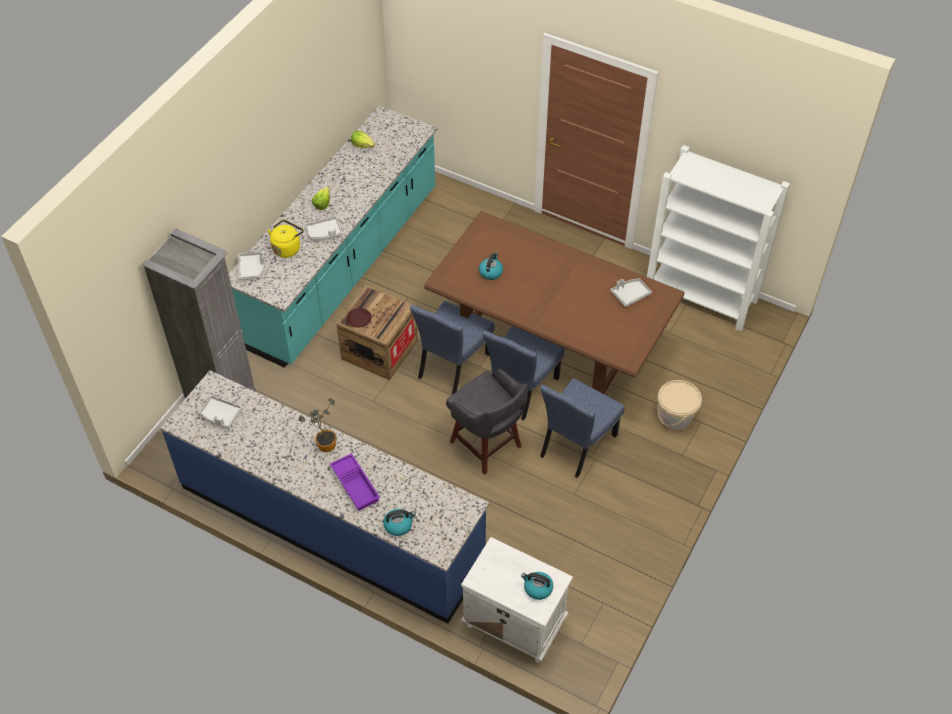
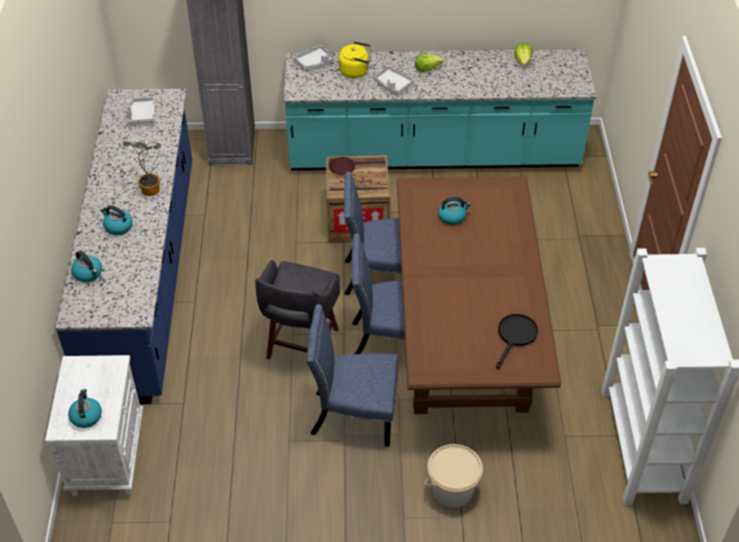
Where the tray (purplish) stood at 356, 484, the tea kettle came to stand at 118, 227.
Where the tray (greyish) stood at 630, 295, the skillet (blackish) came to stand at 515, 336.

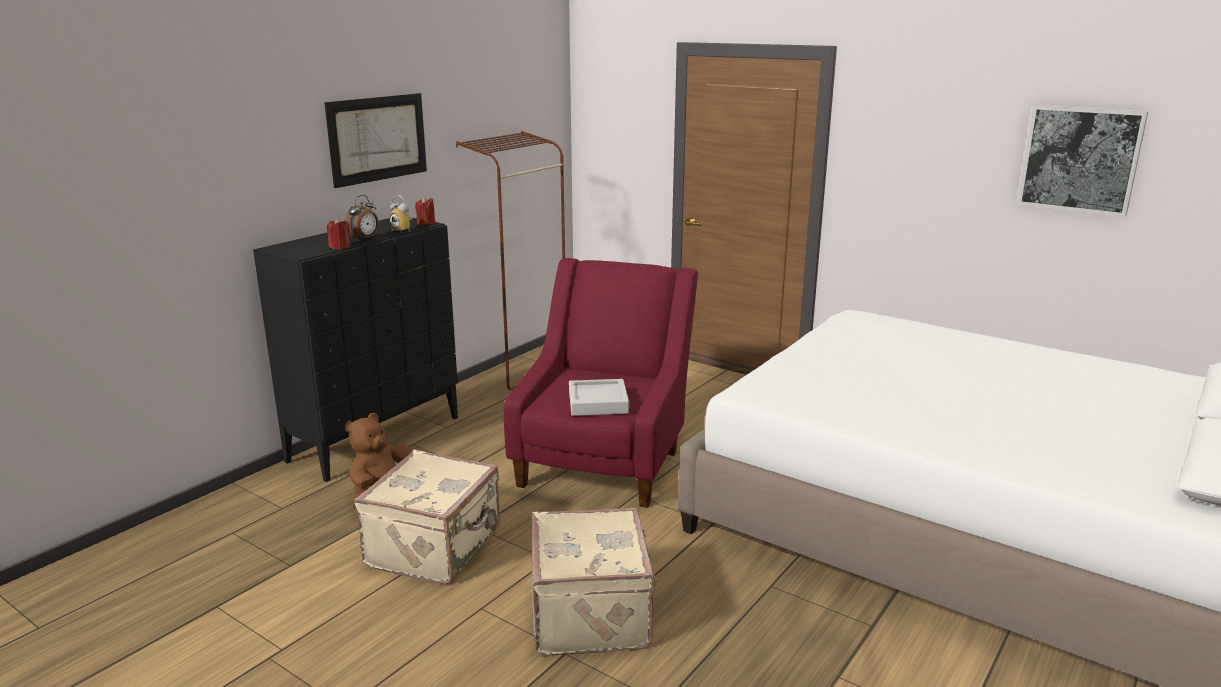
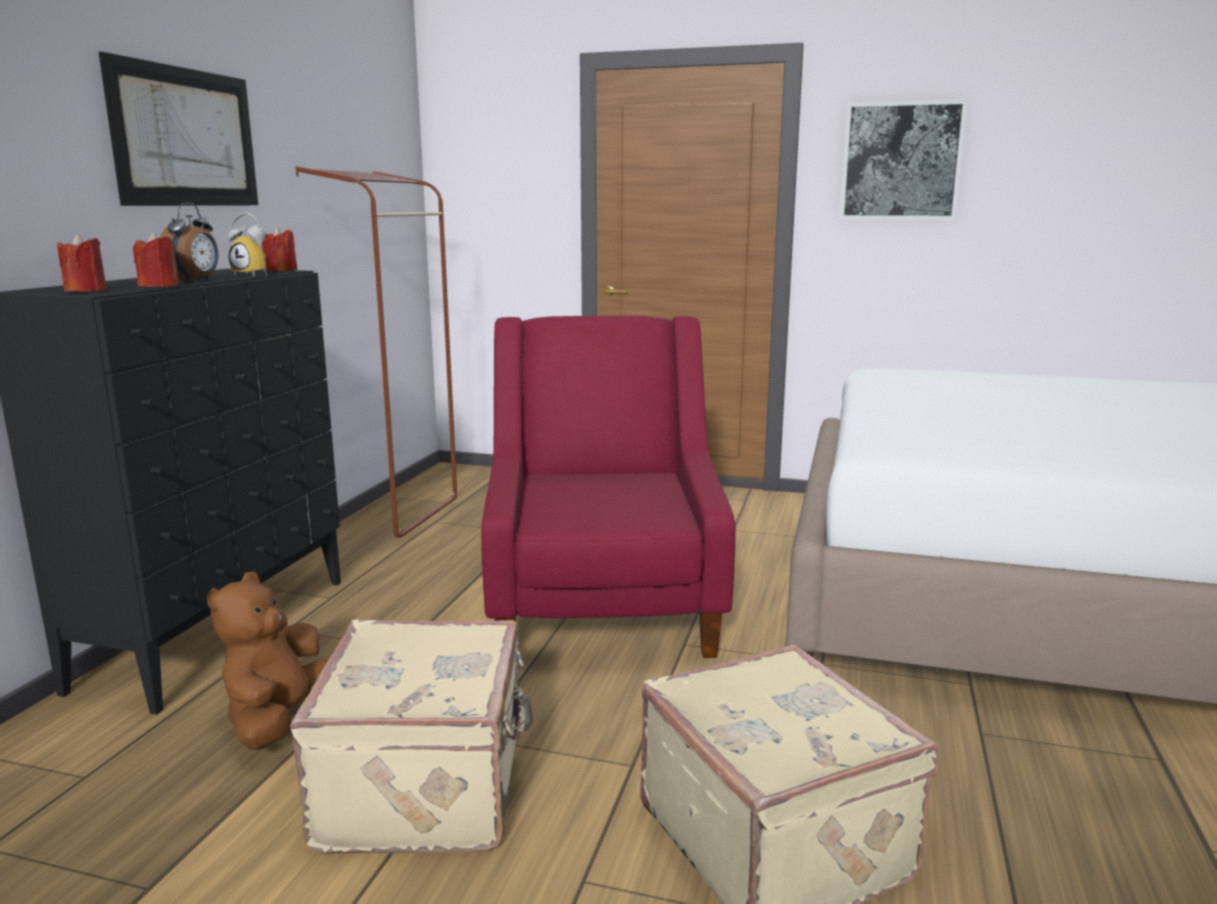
The second view lost the tray (greyish) at 598, 403.
The second view gained the wax candle (reddish) at 86, 290.
The wall picture ended up elsewhere, having gone from 1080, 159 to 901, 161.

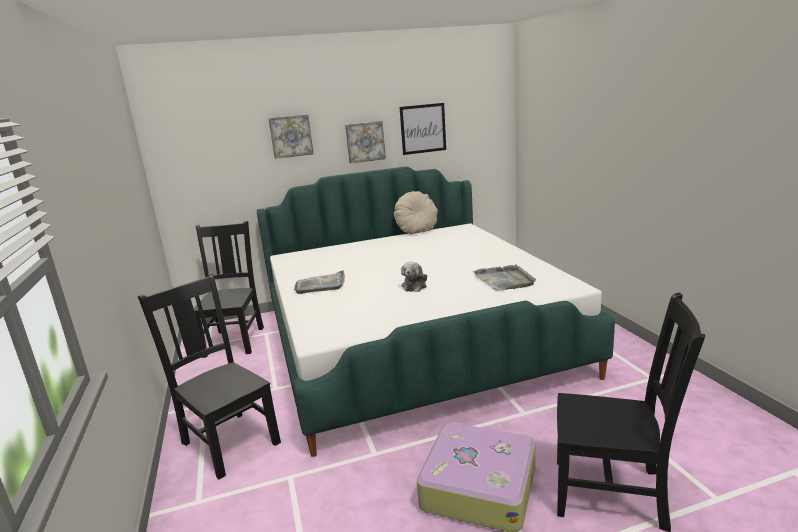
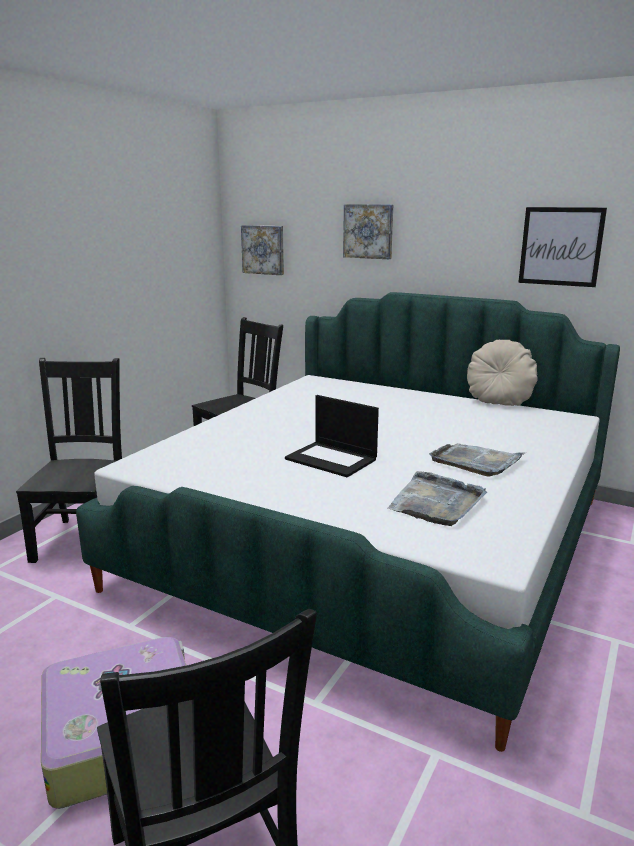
The tray (greyish) ended up elsewhere, having gone from 321, 285 to 476, 461.
The wall picture ended up elsewhere, having gone from 365, 141 to 263, 249.
Where the plush toy stood at 415, 286, the laptop came to stand at 332, 459.

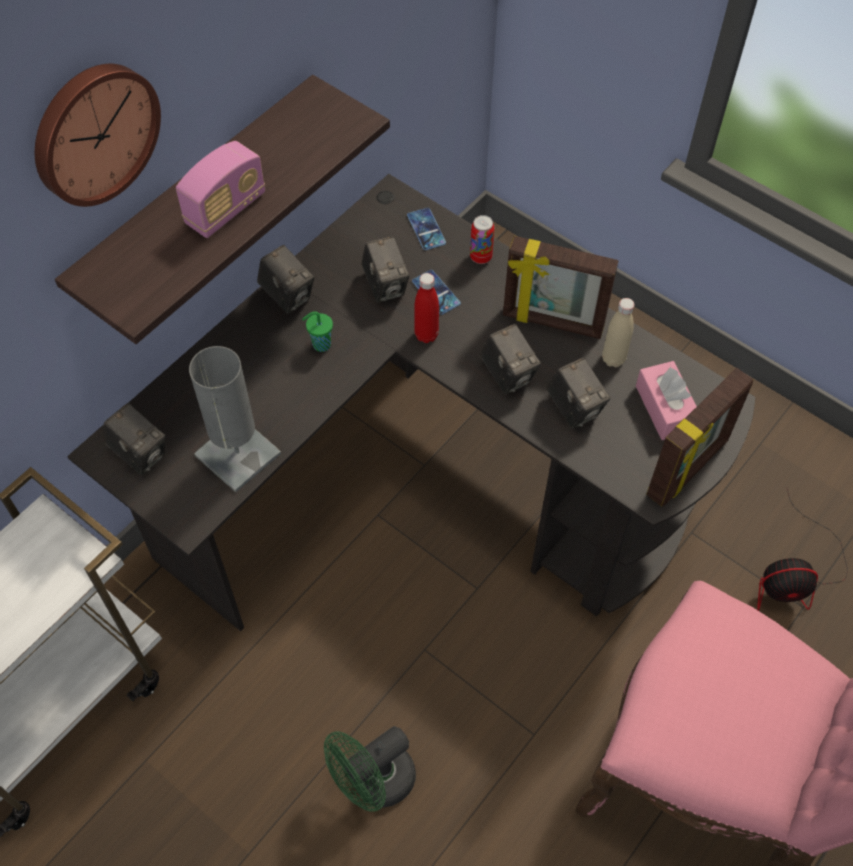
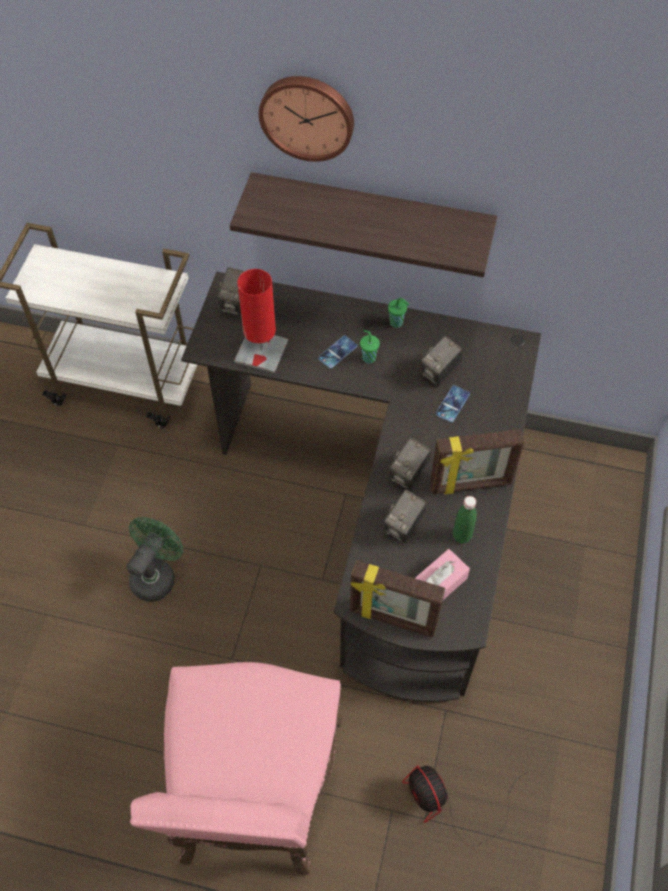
The second view lost the radio set at 226, 210.
The second view lost the beverage bottle (reddish) at 426, 335.
The second view lost the sealed can at 480, 257.
The handset ended up elsewhere, having gone from 426, 229 to 337, 352.
Where the photo camera stood at 287, 295, the small cup (greenish) came to stand at 397, 323.
What was the lamp for a table (greyish) at 238, 454 turned into the lamp for a table (reddish) at 261, 351.
What was the beverage bottle (sand-coloured) at 613, 359 turned into the beverage bottle (greenish) at 462, 536.
The cooling fan (greenish) at 374, 783 ended up facing another way, 90 degrees clockwise from before.
The standing frame at 552, 322 ended up facing another way, 90 degrees counterclockwise from before.

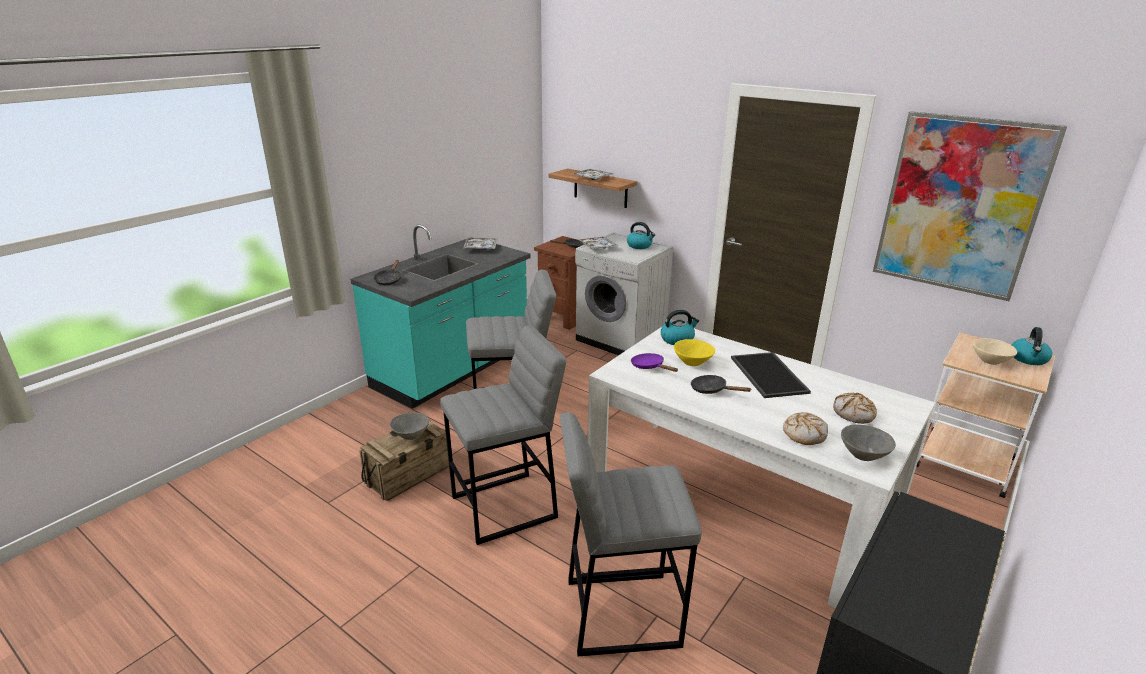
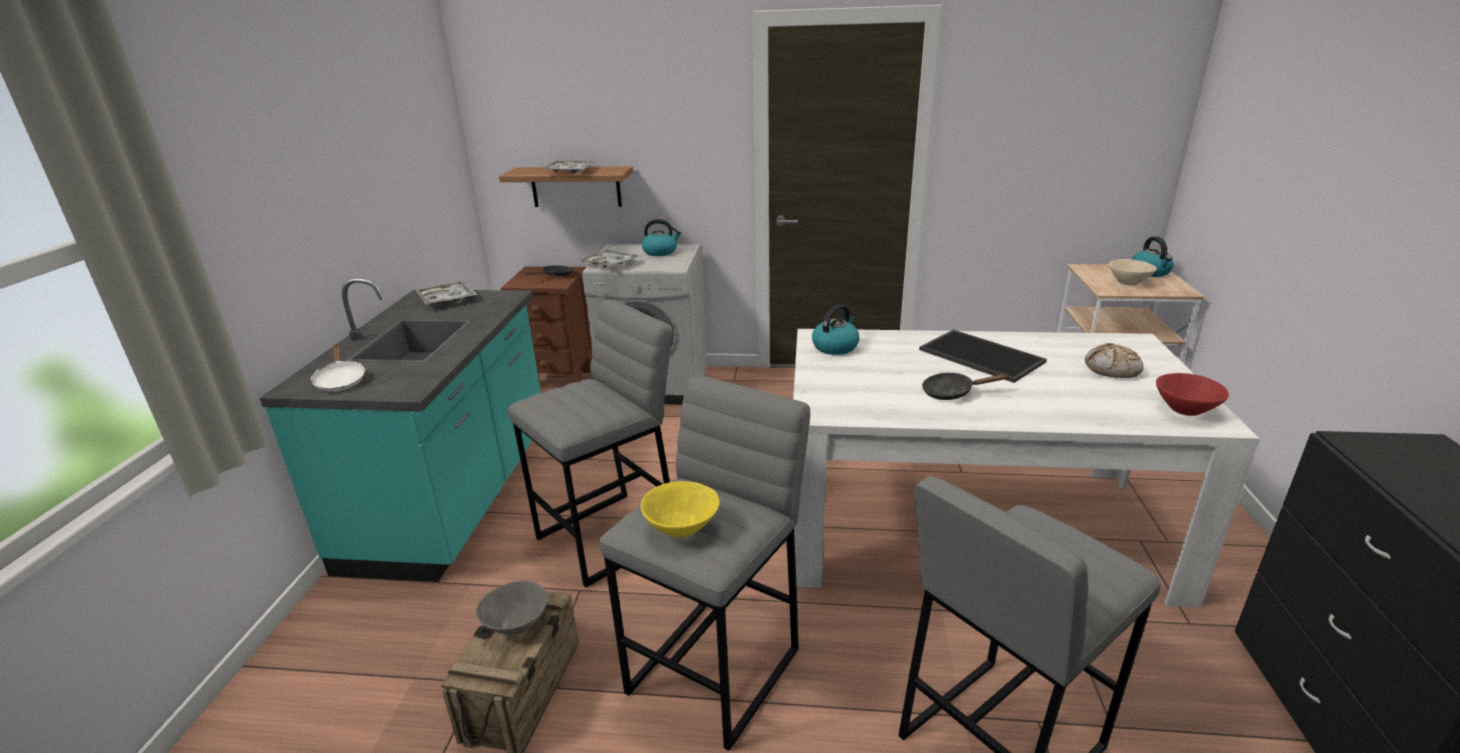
The second view lost the skillet (purplish) at 650, 367.
The second view lost the baked bread at 804, 434.
The second view lost the wall picture at 960, 206.
The serving bowl (yellow-coloured) ended up elsewhere, having gone from 693, 363 to 682, 528.
What was the skillet (blackish) at 389, 280 turned into the skillet (white) at 340, 380.
What was the serving bowl (greyish) at 864, 455 turned into the serving bowl (reddish) at 1186, 410.

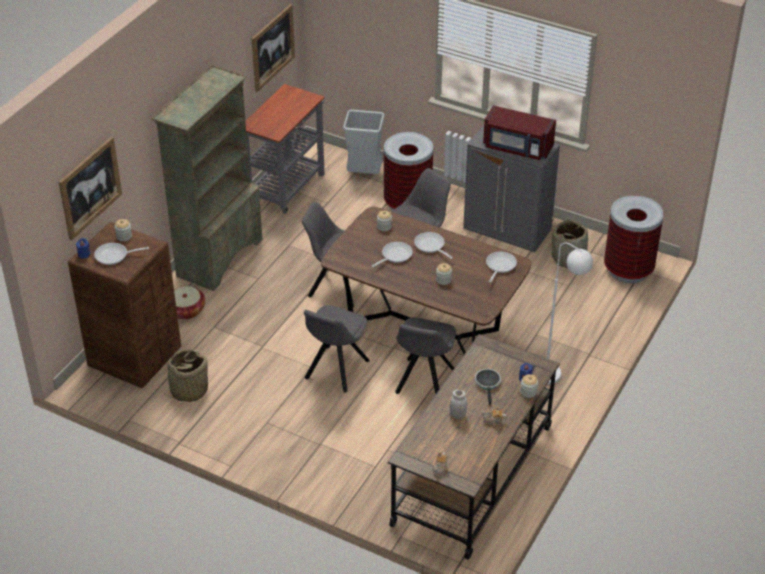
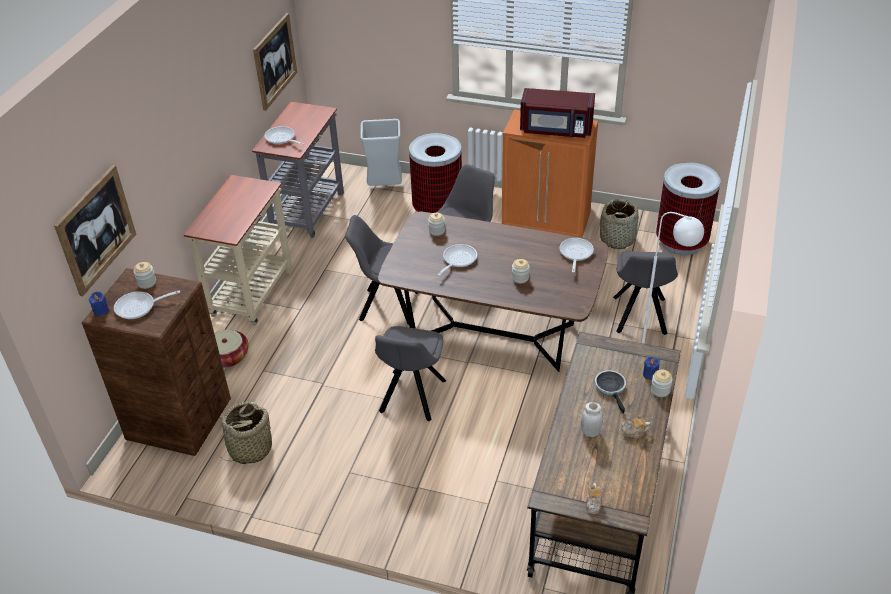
The plain chair (greyish) ended up elsewhere, having gone from 424, 381 to 640, 316.
The skillet ended up elsewhere, having gone from 431, 246 to 282, 139.
Where the shelving unit (greenish) stood at 219, 257, the wheeled cart (sand-coloured) came to stand at 252, 293.
What was the storage cabinet (greyish) at 507, 228 turned into the storage cabinet (orangey) at 546, 219.

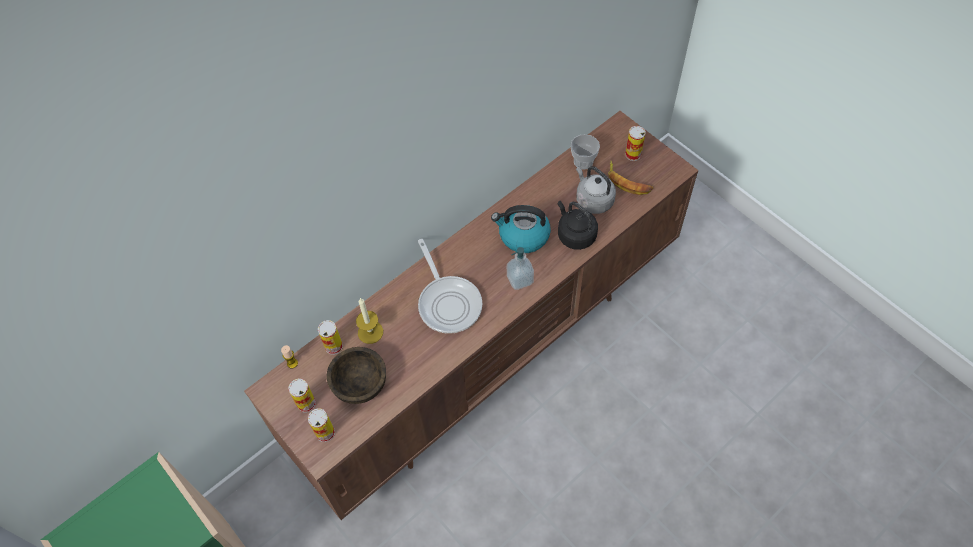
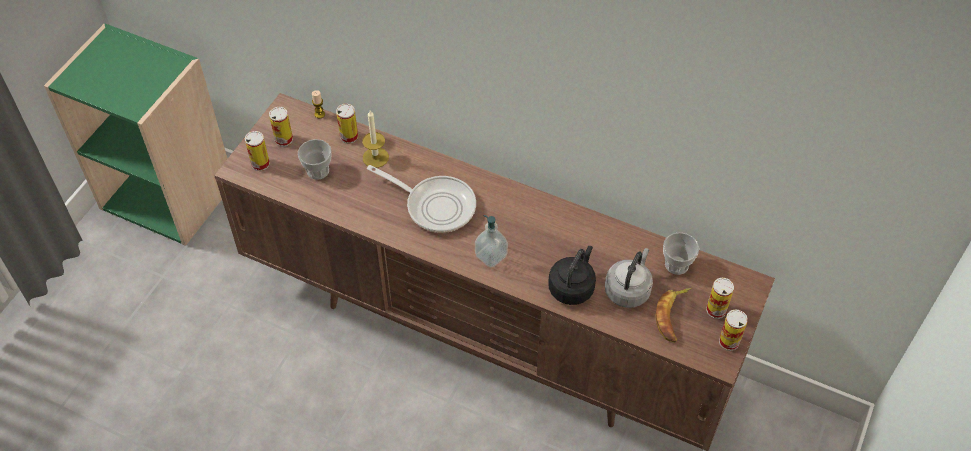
The second view lost the tea kettle at 523, 236.
The second view gained the sealed can at 729, 341.
Where the serving bowl (brown-coloured) stood at 360, 384, the small cup came to stand at 318, 170.
The skillet at 448, 302 ended up facing another way, 105 degrees counterclockwise from before.

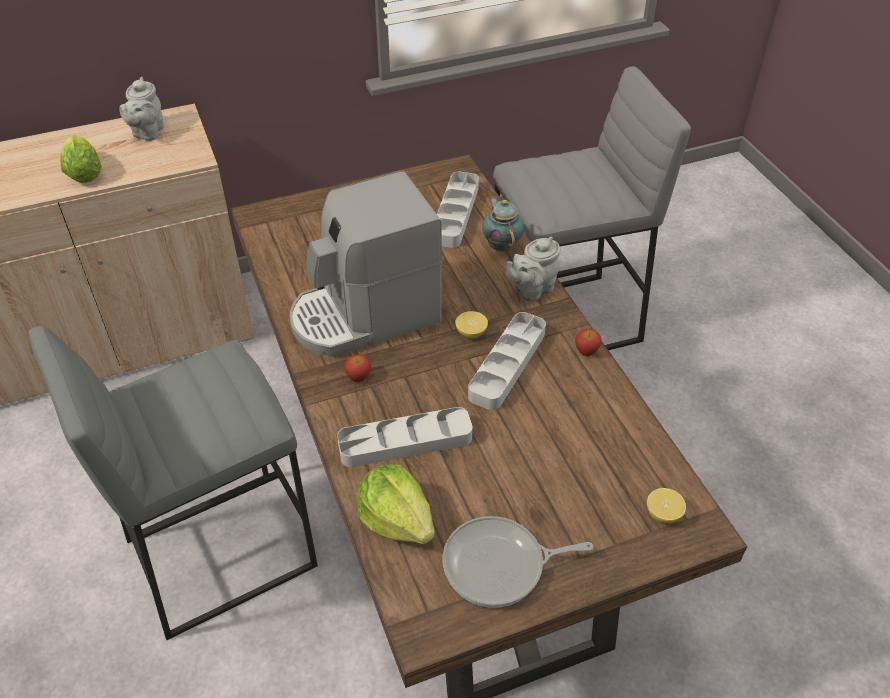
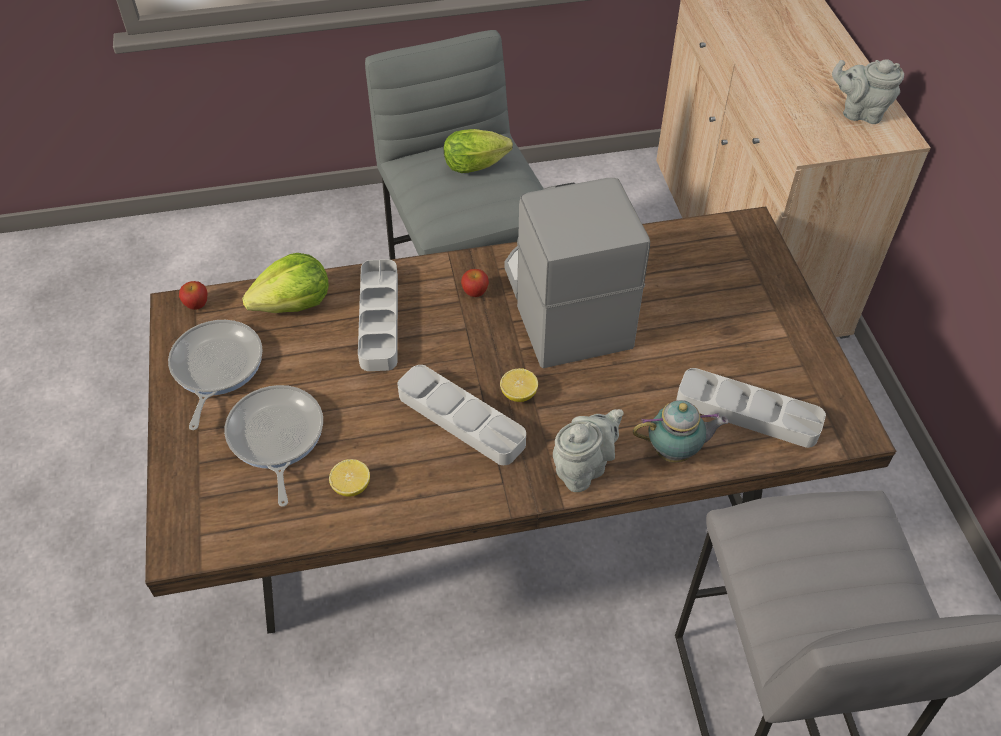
The second view gained the skillet at 276, 437.
The lettuce head ended up elsewhere, having gone from 83, 172 to 479, 165.
The apple fruit ended up elsewhere, having gone from 586, 351 to 197, 304.
The whole lemon ended up elsewhere, having gone from 663, 514 to 351, 486.
The teapot (greyish) at 531, 290 ended up facing another way, 75 degrees clockwise from before.

